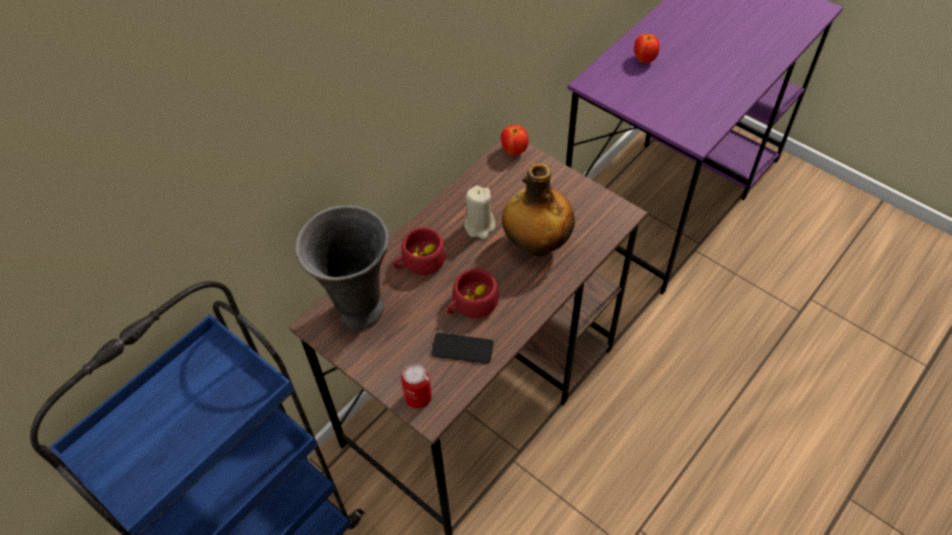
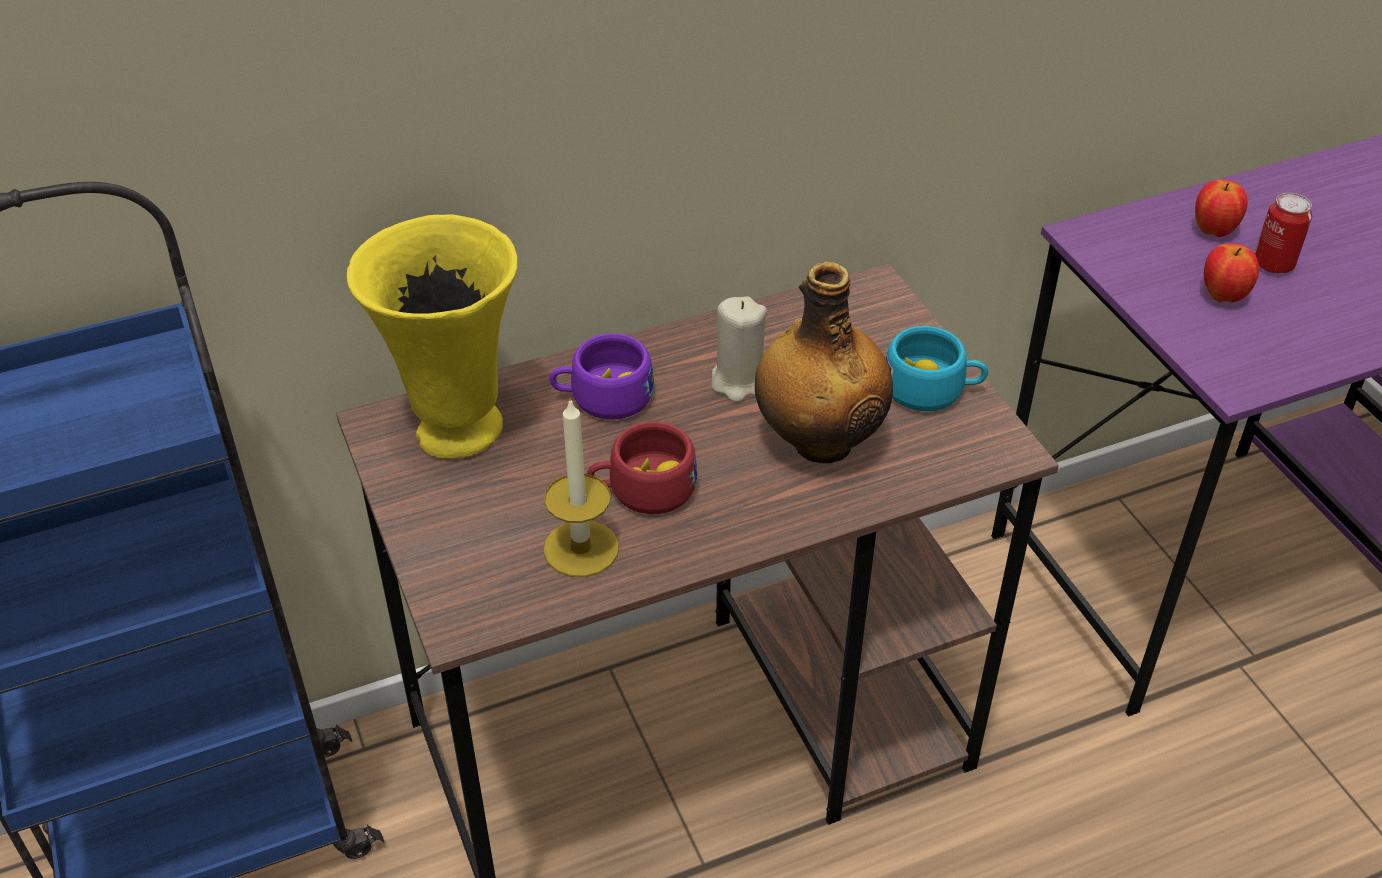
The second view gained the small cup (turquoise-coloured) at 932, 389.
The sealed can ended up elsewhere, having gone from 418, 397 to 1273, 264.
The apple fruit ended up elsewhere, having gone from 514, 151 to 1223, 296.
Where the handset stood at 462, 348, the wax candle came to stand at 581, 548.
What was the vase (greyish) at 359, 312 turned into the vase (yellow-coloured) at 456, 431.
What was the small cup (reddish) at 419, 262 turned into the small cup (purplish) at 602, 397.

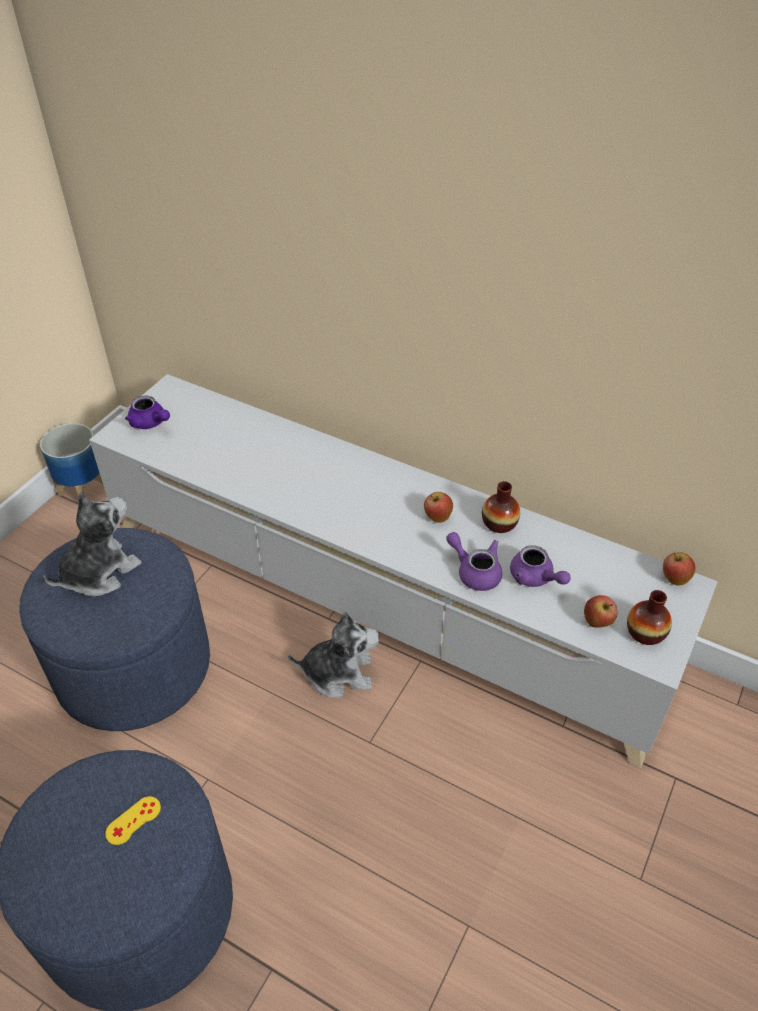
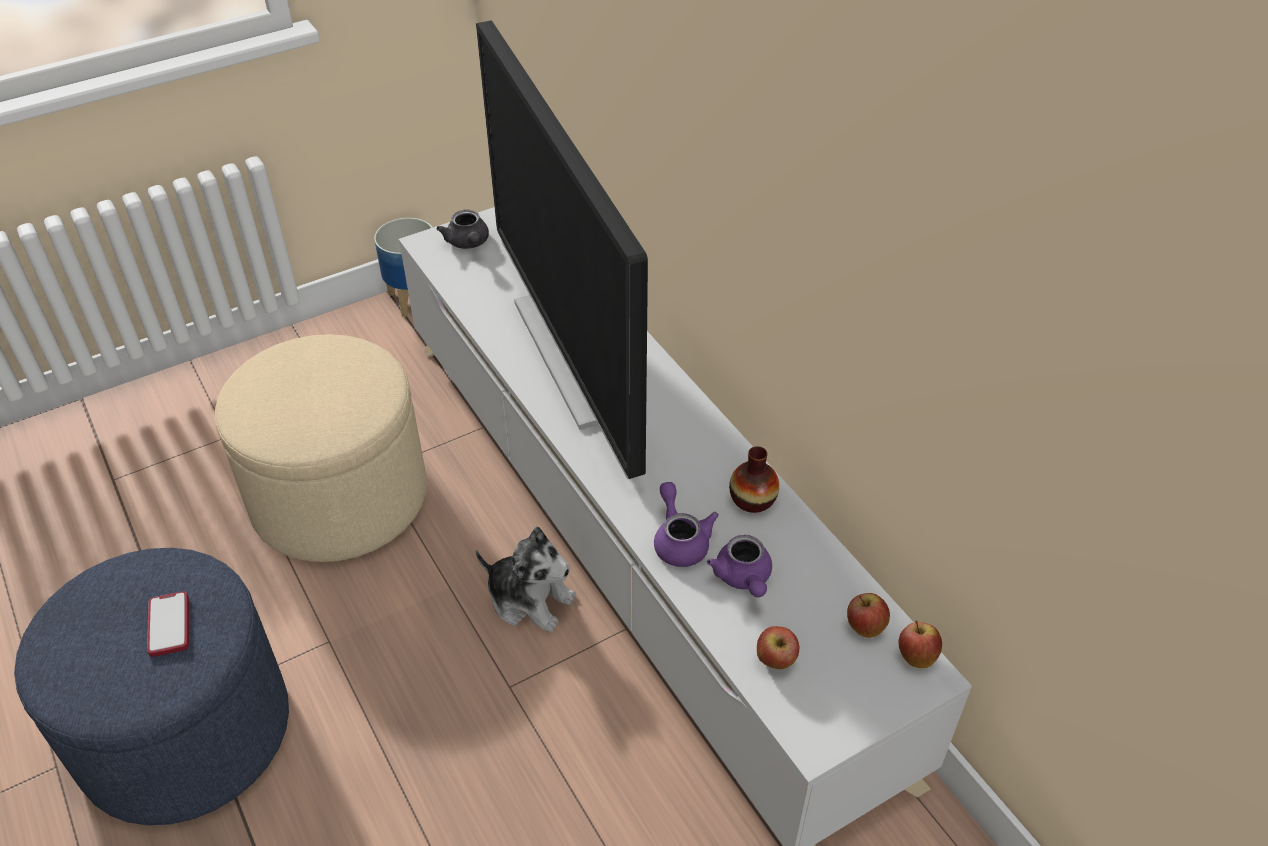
The second view lost the plush toy at 99, 572.
The second view lost the vase at 645, 632.
The second view gained the television at 575, 355.
The apple fruit ended up elsewhere, having gone from 437, 517 to 864, 627.
Where the game controller (yellow-coloured) stood at 133, 820, the handset came to stand at 169, 625.
What was the footrest (blue-coloured) at 133, 666 turned into the footrest (sand-coloured) at 339, 496.
What was the teapot (purplish) at 150, 423 turned into the teapot (greyish) at 468, 243.

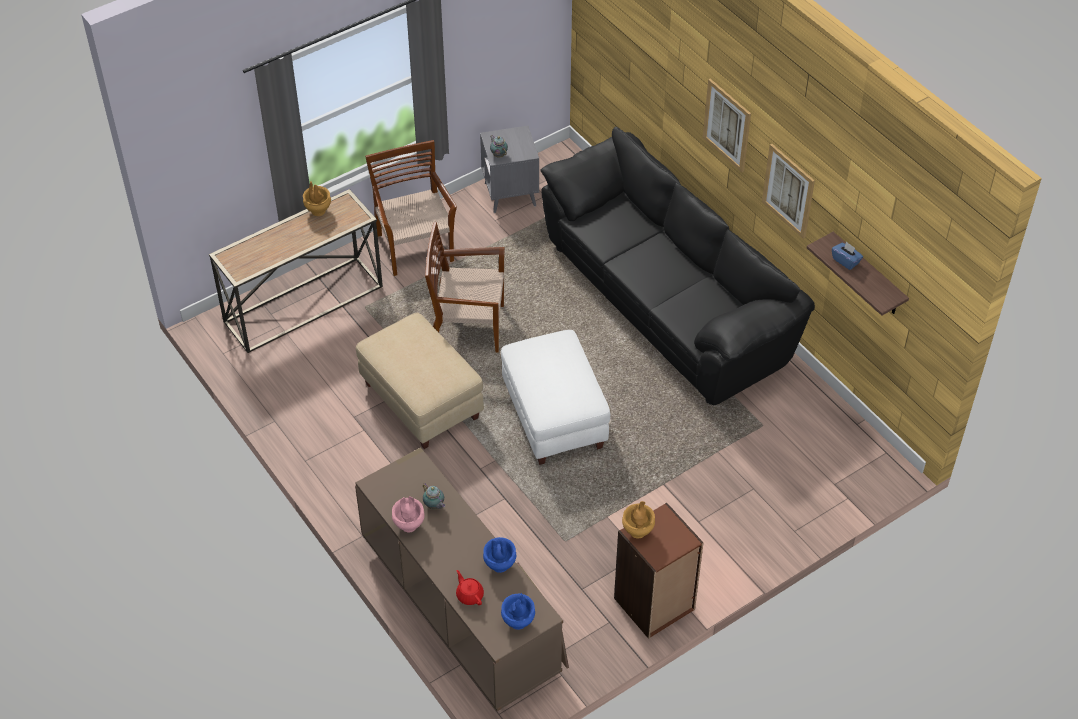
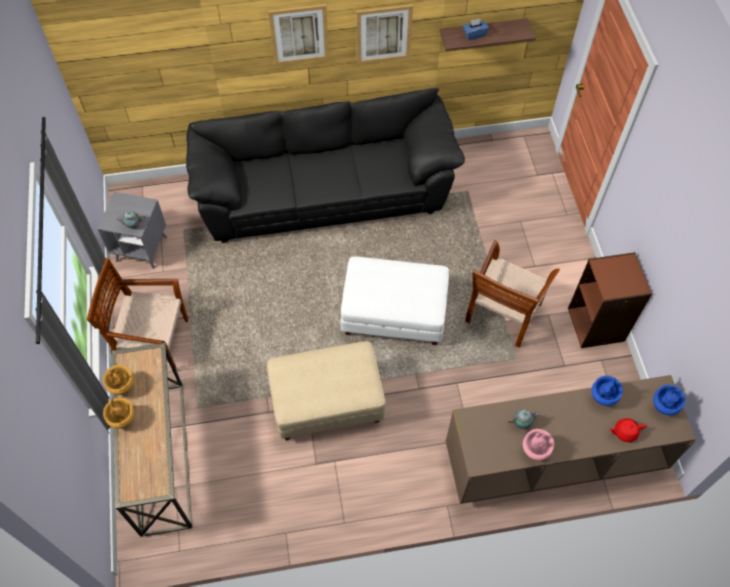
The easy chair (brown-coloured) ended up elsewhere, having gone from 468, 327 to 503, 314.
The vase (brown-coloured) ended up elsewhere, having gone from 638, 531 to 123, 420.

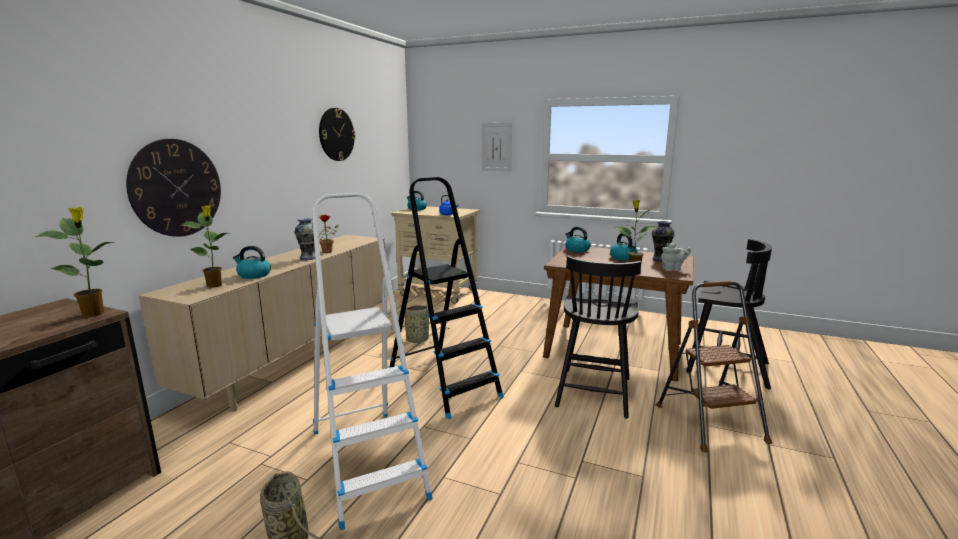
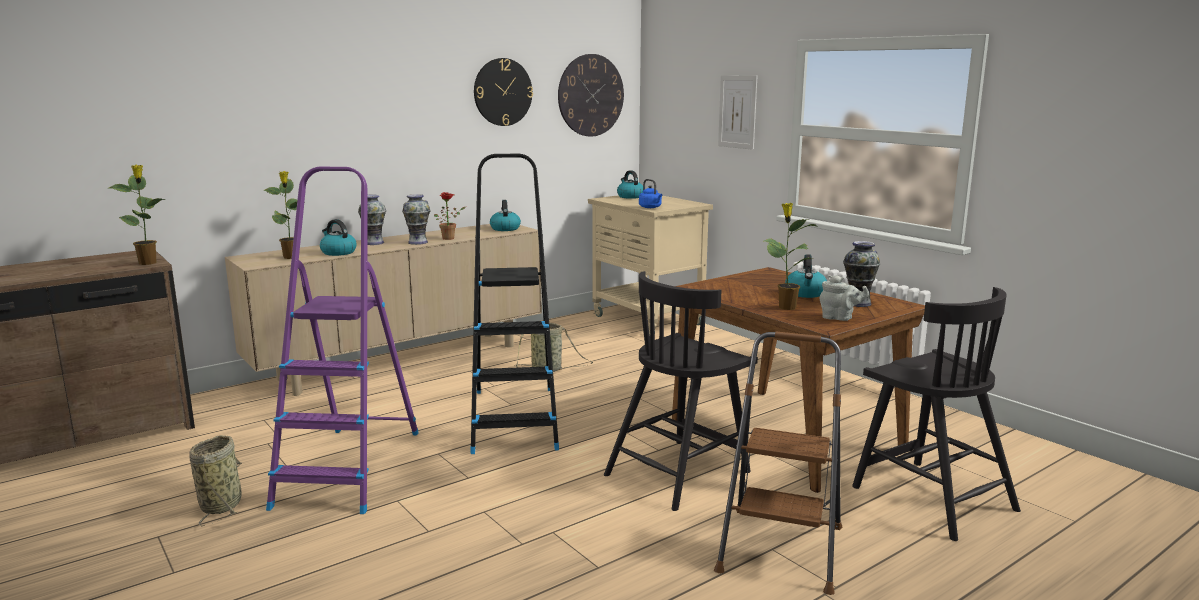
The second view gained the vase at 374, 243.
The hanging clock ended up elsewhere, having gone from 176, 188 to 590, 95.
The tea kettle ended up elsewhere, having gone from 577, 250 to 505, 228.
What was the step stool (white) at 367, 462 turned into the step stool (purplish) at 349, 468.

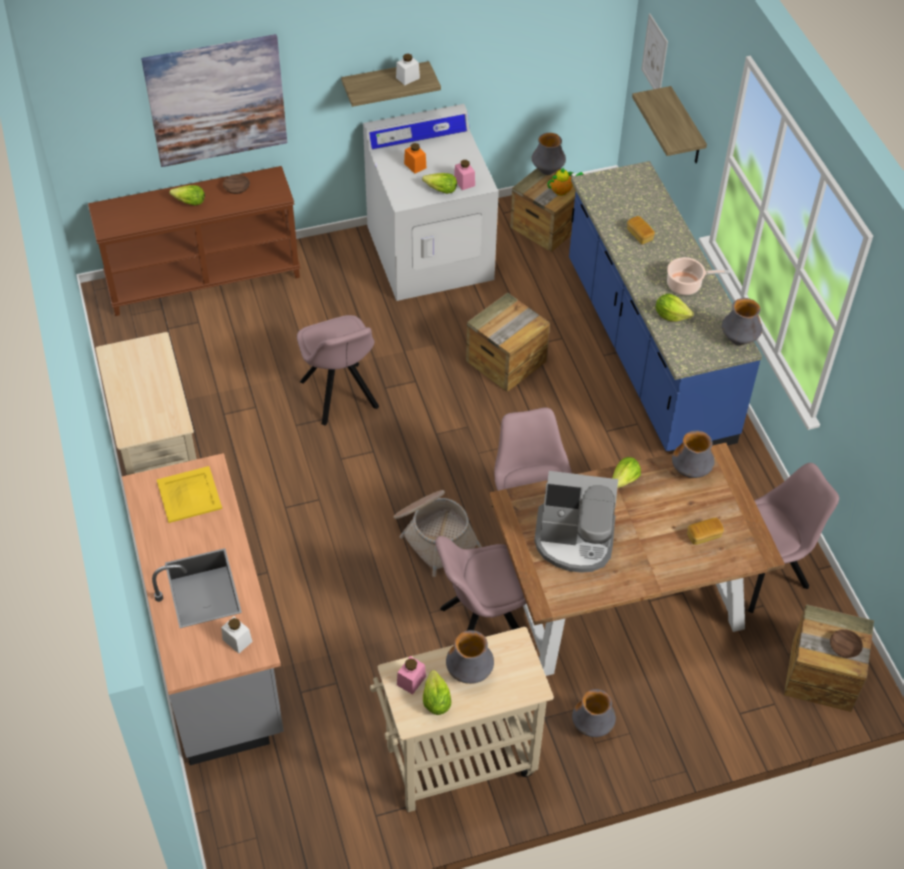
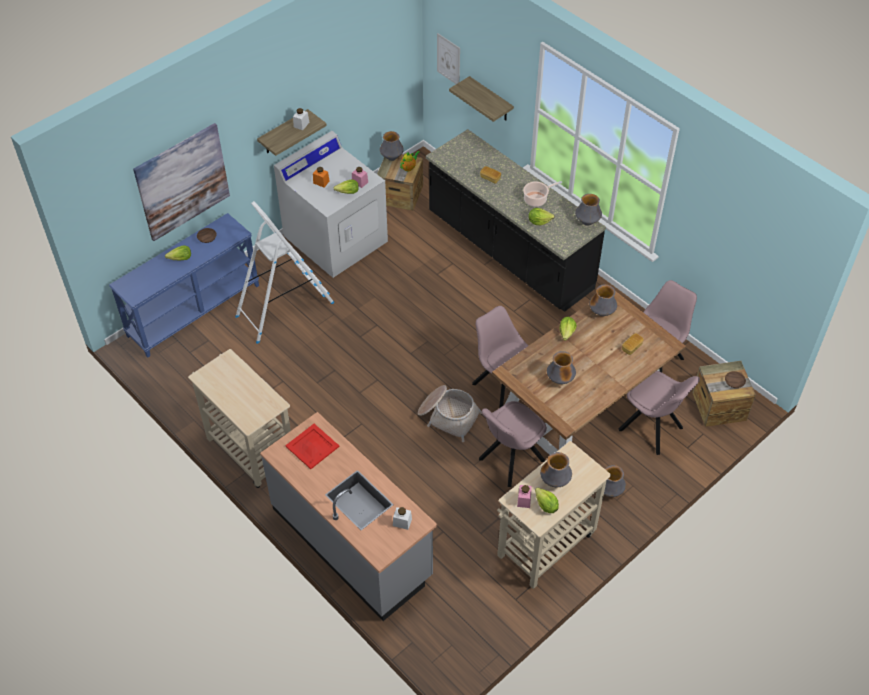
The second view lost the shipping crate at 506, 361.
The second view gained the step stool (white) at 285, 309.
The plain chair (pinkish) ended up elsewhere, having gone from 340, 395 to 651, 429.
Where the coffee brewer stood at 574, 540, the vase came to stand at 560, 380.
What was the hall table (brown-coloured) at 204, 278 turned into the hall table (blue-coloured) at 193, 309.
What was the tray (yellow-coloured) at 189, 495 turned into the tray (reddish) at 312, 447.
What was the counter (blue-coloured) at 646, 351 turned into the counter (blackish) at 509, 252.

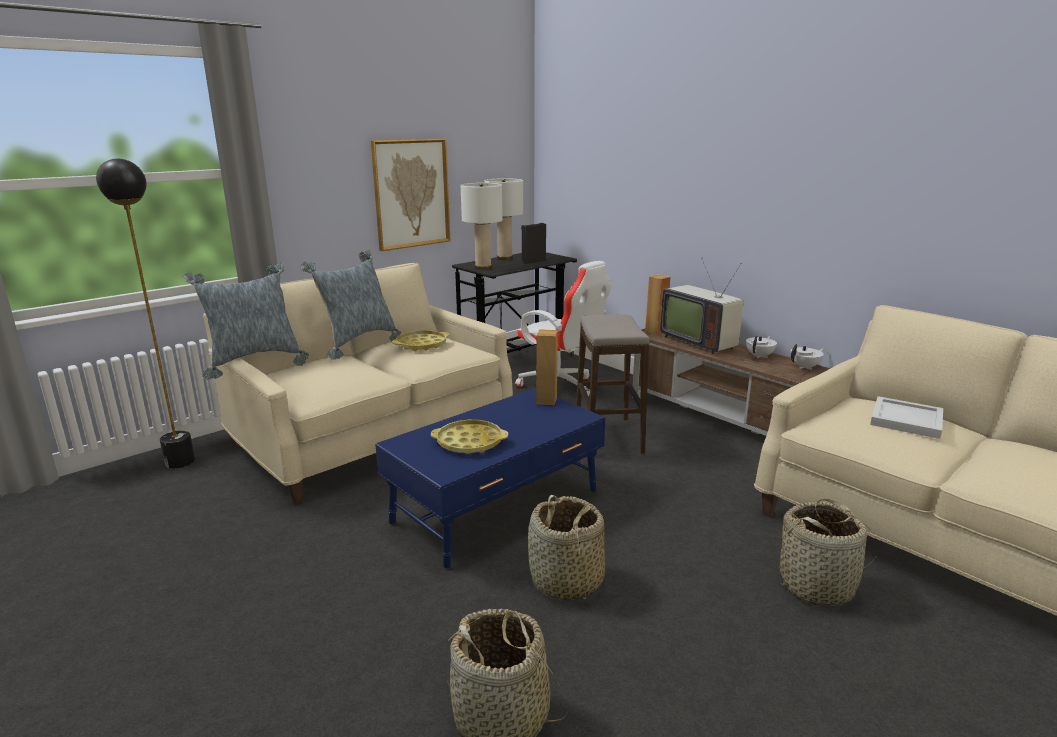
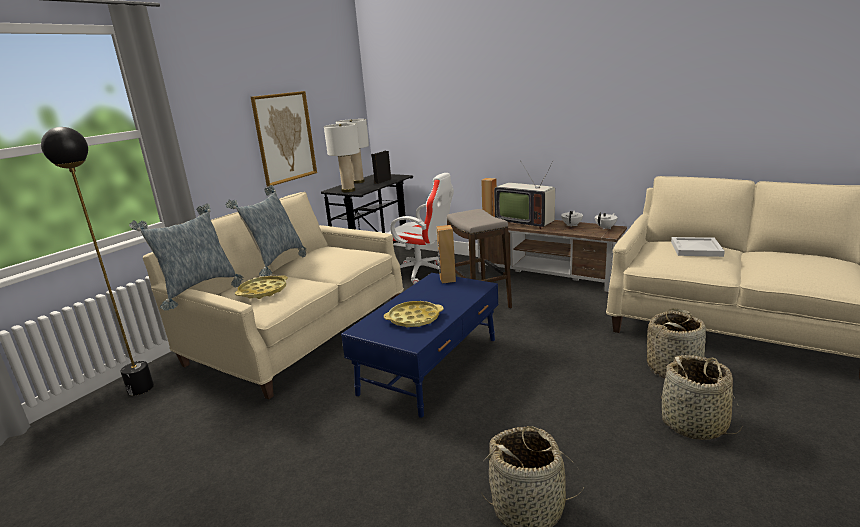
The tray (yellow-coloured) ended up elsewhere, having gone from 421, 345 to 263, 291.
The basket ended up elsewhere, having gone from 566, 581 to 694, 424.

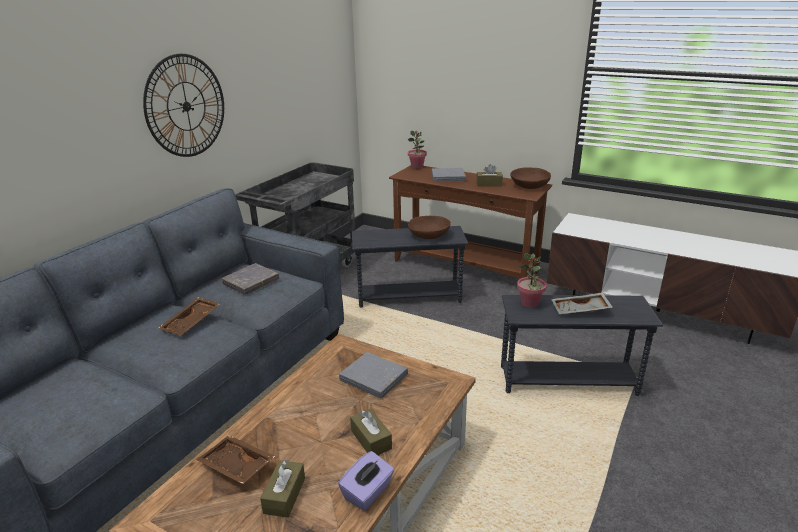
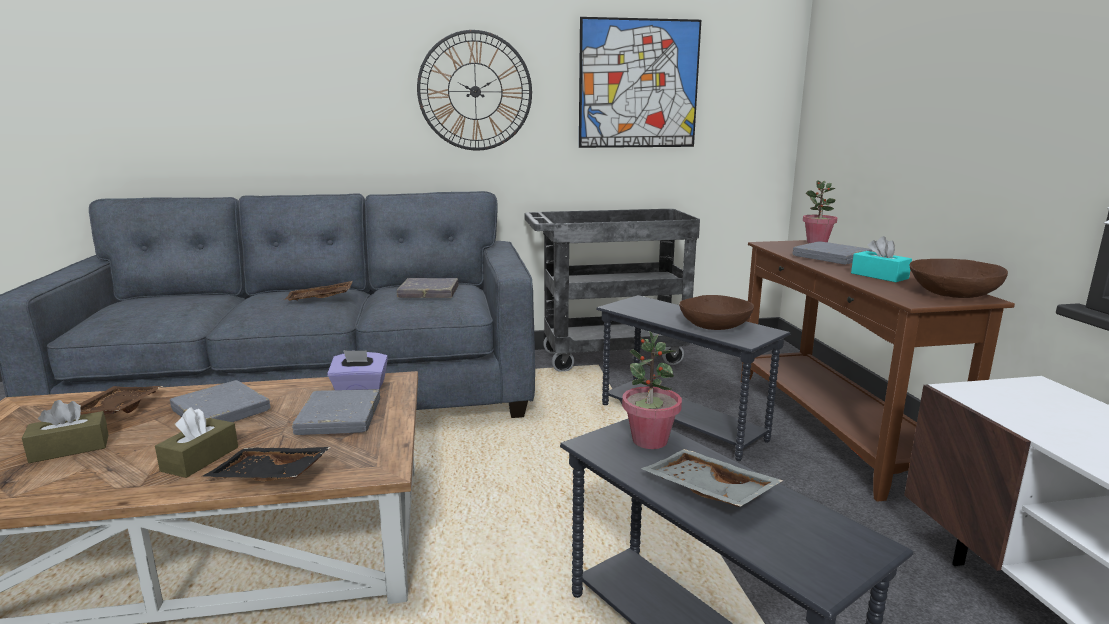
The second view gained the book (greyish) at 221, 411.
The second view gained the tray (blackish) at 268, 477.
The second view gained the wall picture at 638, 84.
The tissue holder (purplish) ended up elsewhere, having gone from 368, 492 to 359, 387.
What was the tissue holder (brown-coloured) at 489, 184 turned into the tissue holder (turquoise-coloured) at 879, 276.

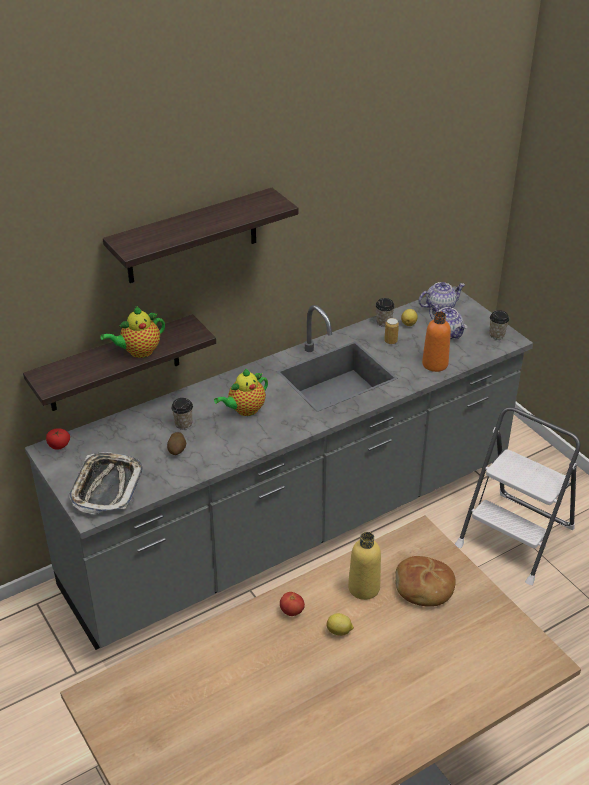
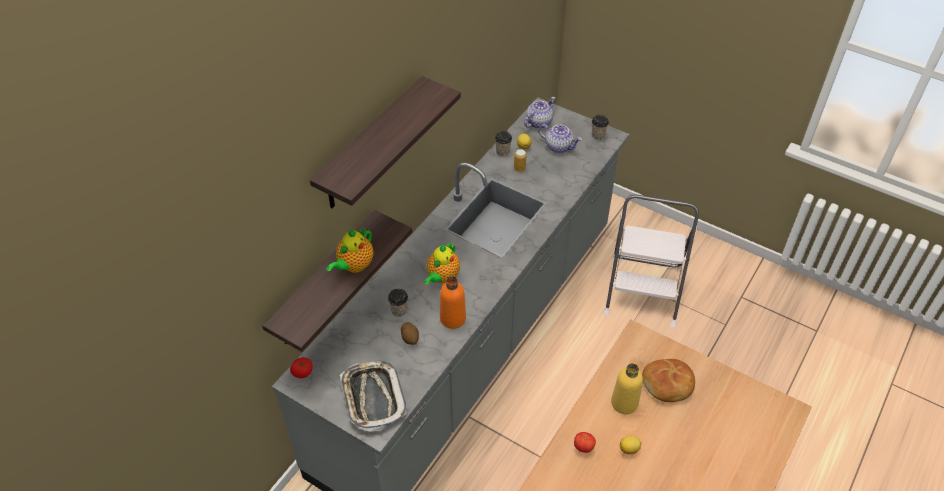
The beverage bottle (orangey) ended up elsewhere, having gone from 435, 364 to 453, 318.

